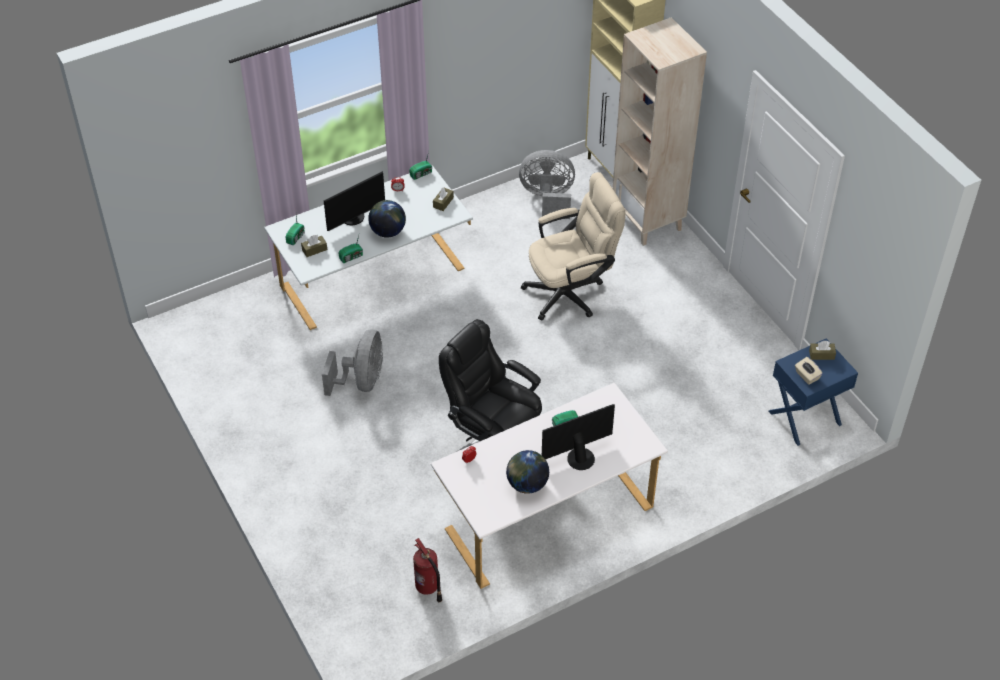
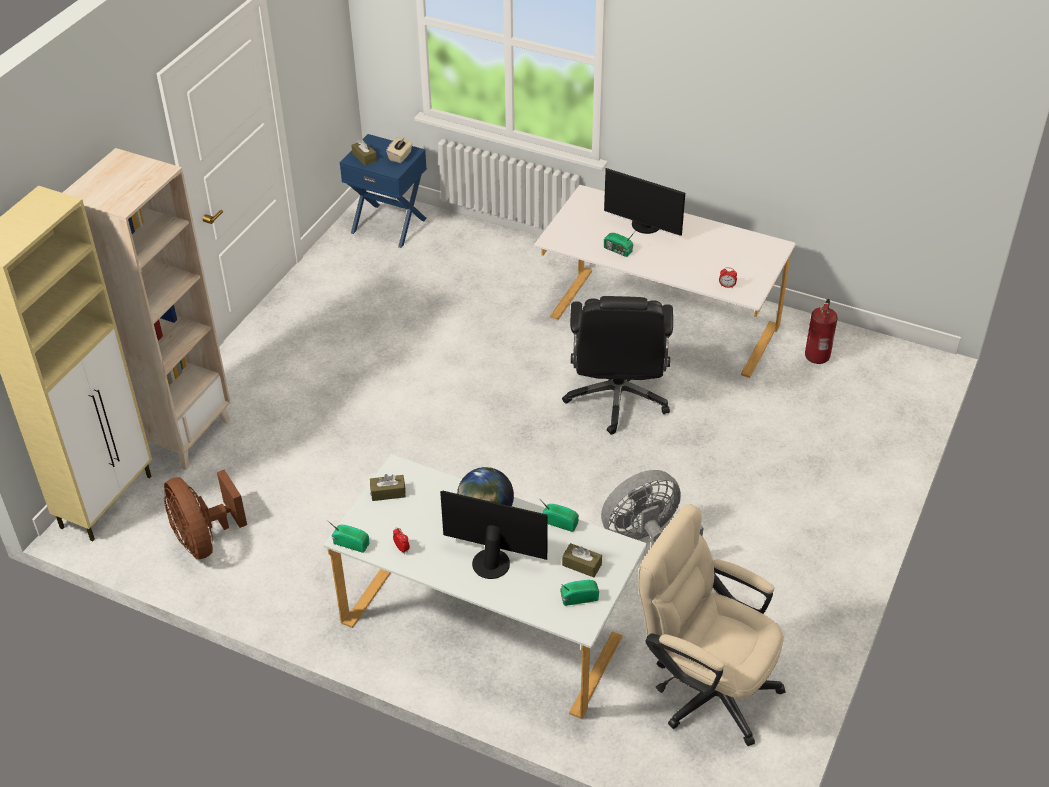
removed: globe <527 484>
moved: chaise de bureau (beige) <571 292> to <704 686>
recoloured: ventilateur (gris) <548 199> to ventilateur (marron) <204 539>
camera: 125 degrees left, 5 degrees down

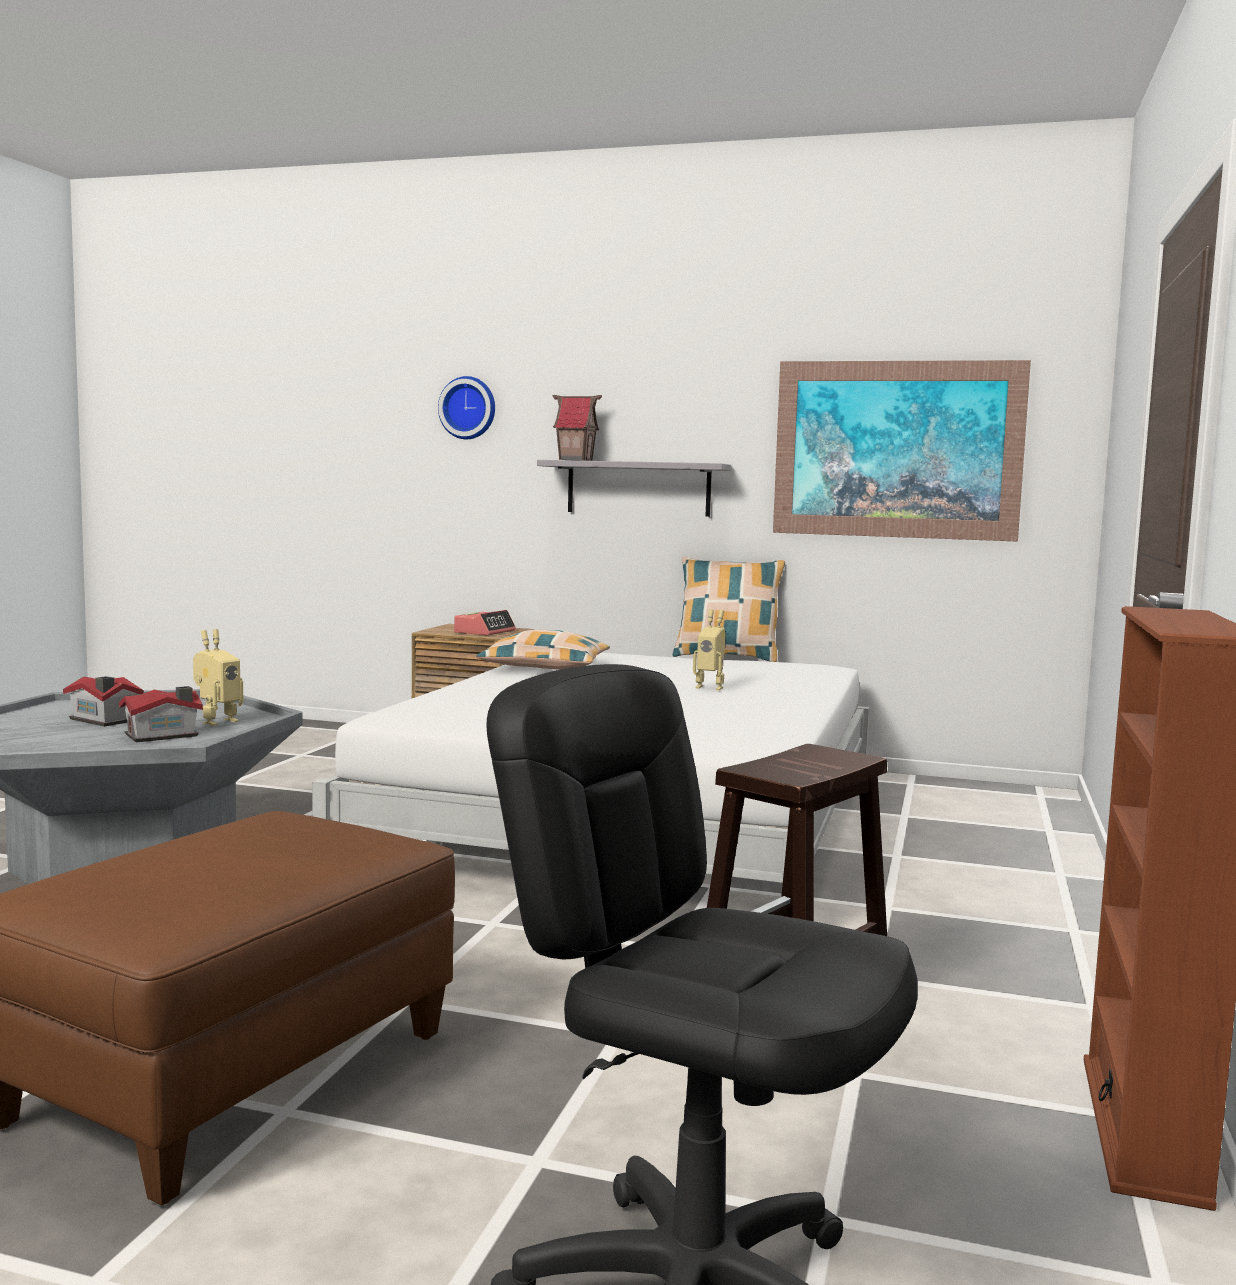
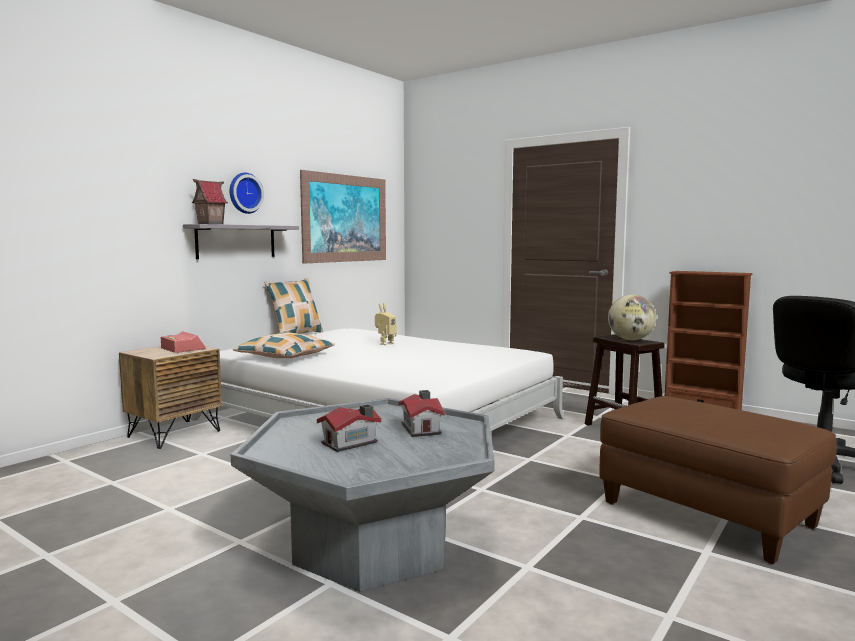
removed: robot jouet <217 721>
added: globe <630 340>
moved: horloge murale <468 408> to <244 193>
camera: 70 degrees left, 0 degrees up

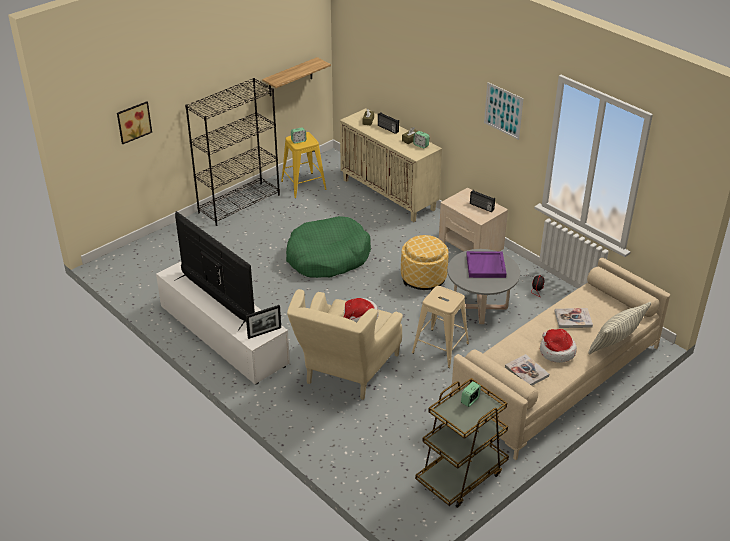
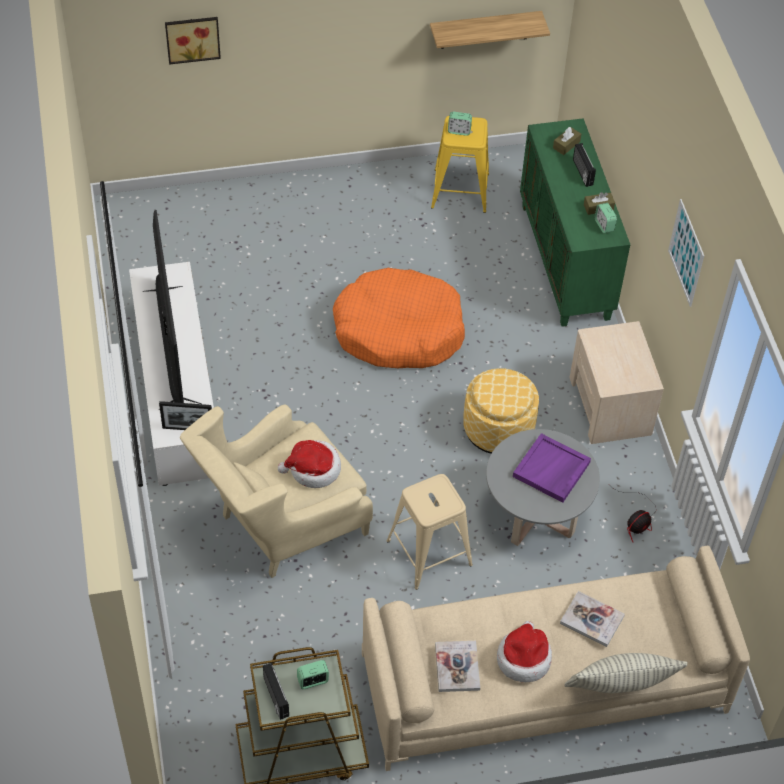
removed: bibliothèque (noir) <239 203>
moved: radio <481 207> to <275 697>
recoloured: meuble de rangement (beige) <389 195> to meuble de rangement (vert) <566 262>; panier pour chien (vert) <327 257> to panier pour chien (orange) <398 330>
camera: 30 degrees right, 15 degrees up

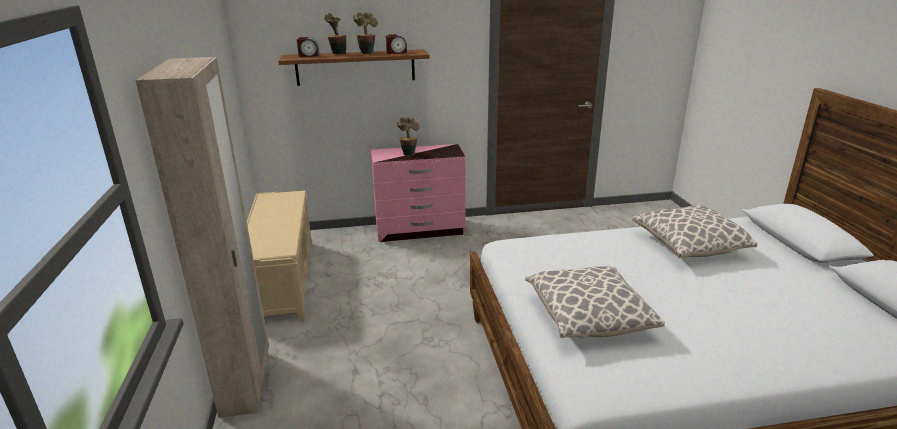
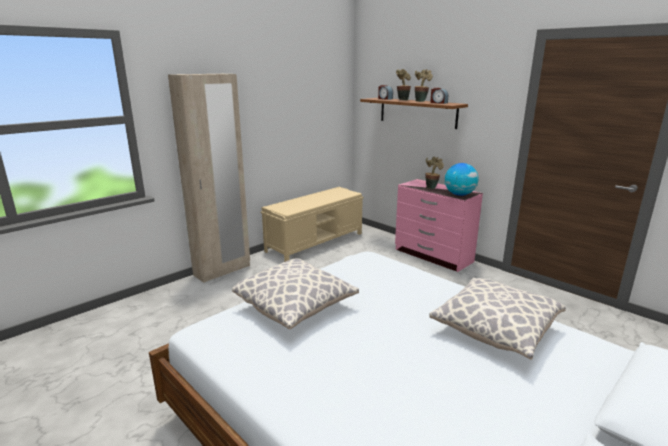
added: globe <459 195>
camera: 55 degrees right, 5 degrees down

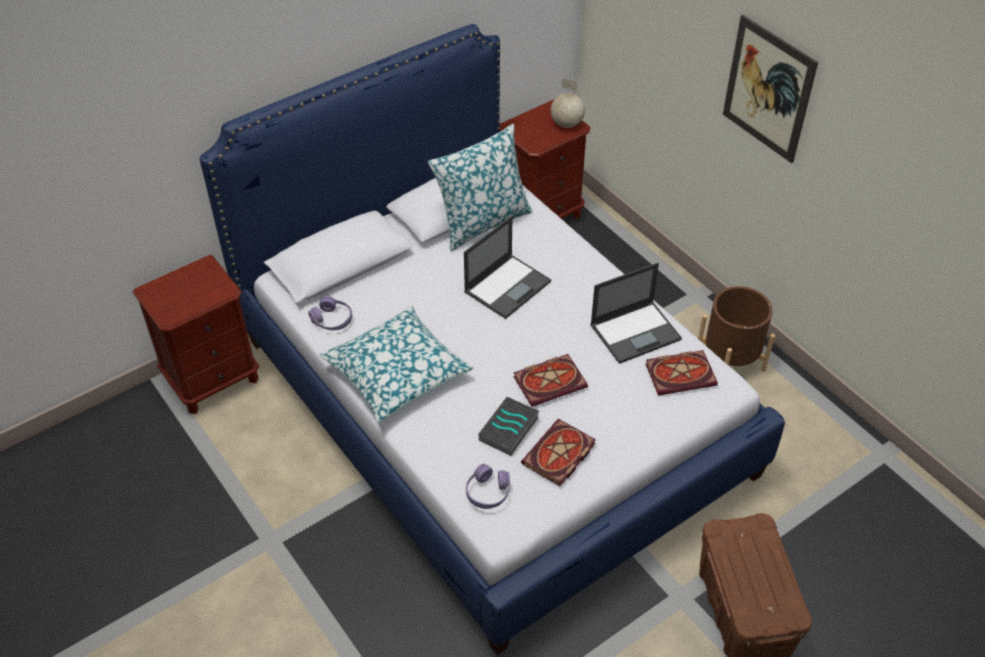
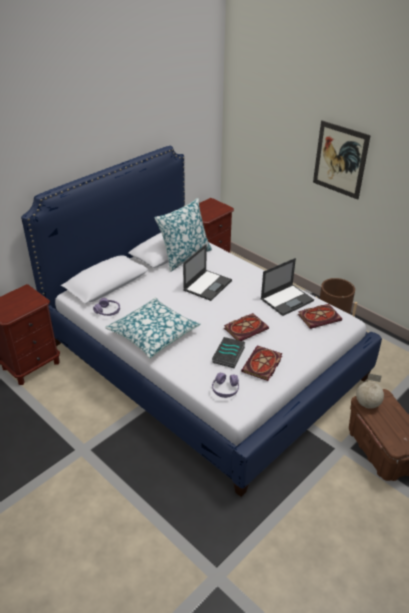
moved: globe <567 124> to <367 404>
camera: 10 degrees left, 10 degrees down

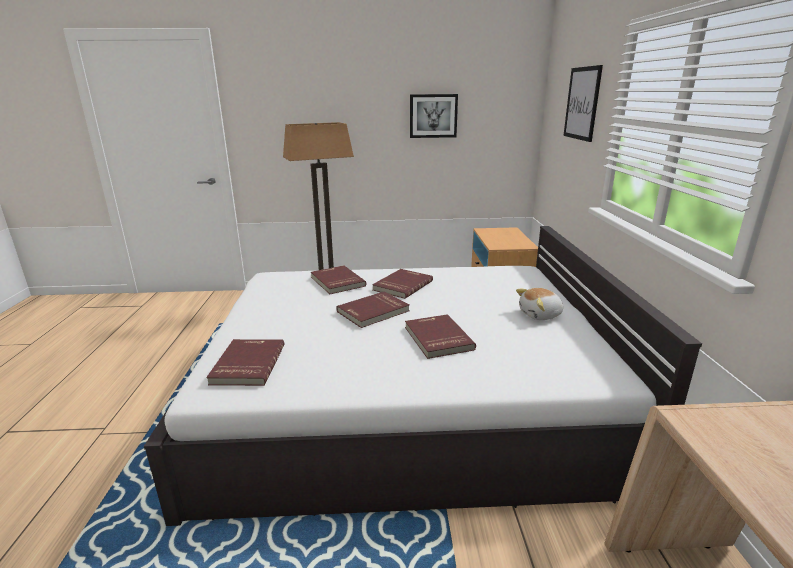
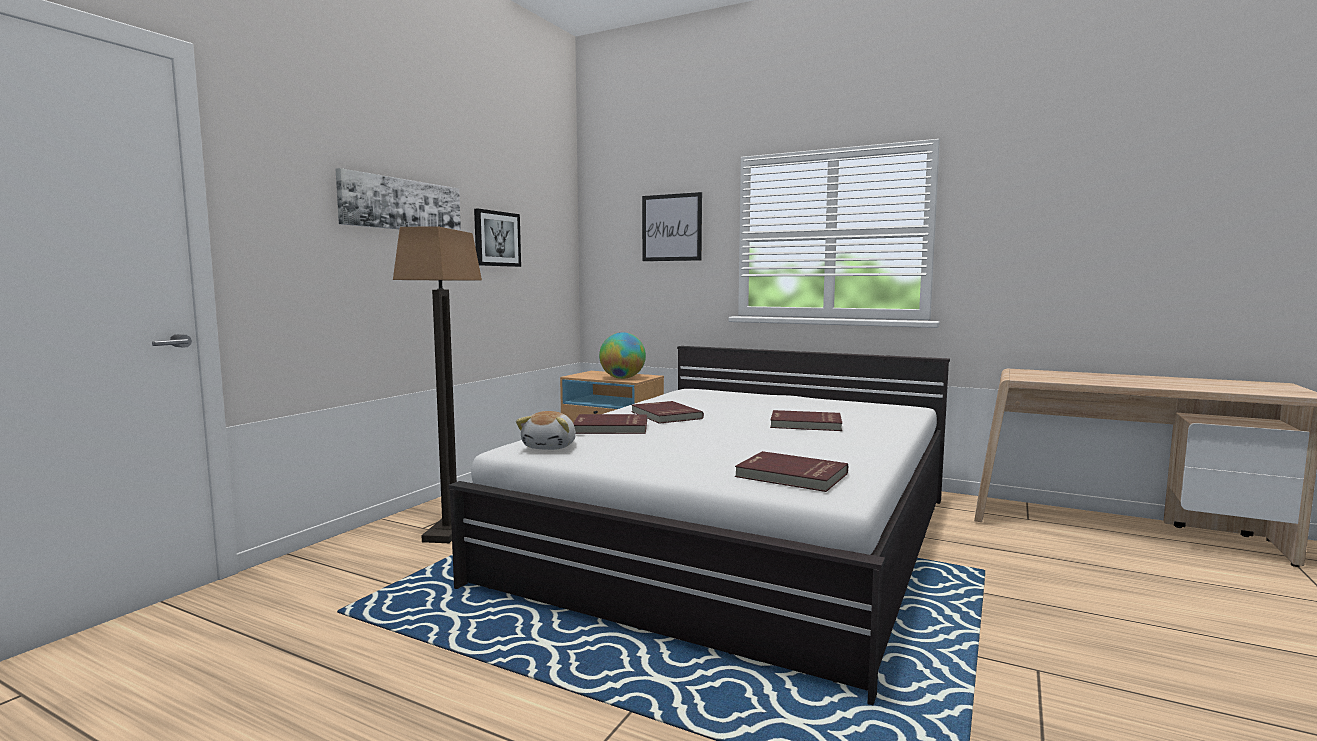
removed: livre (rouge) <374 312>
added: tableau <401 204>; globe <622 378>
moved: peluche <540 315> to <551 447>
camera: 60 degrees left, 15 degrees down

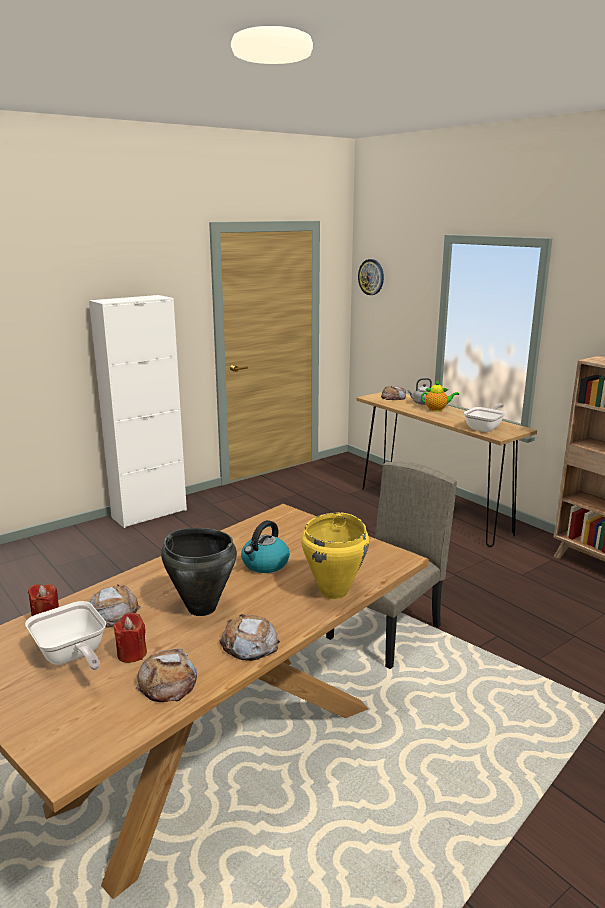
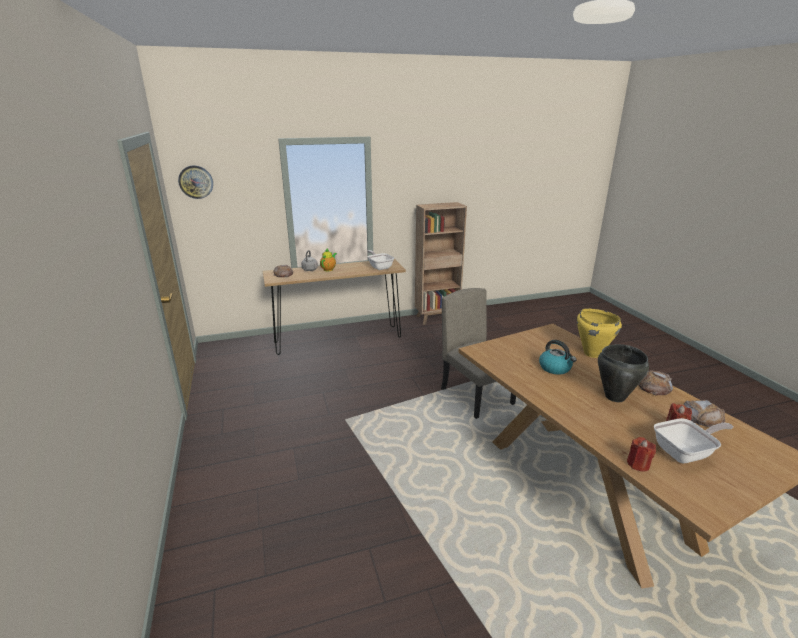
removed: meuble de rangement (blanc) <149 513>; pain <113 612>
camera: 70 degrees left, 5 degrees up

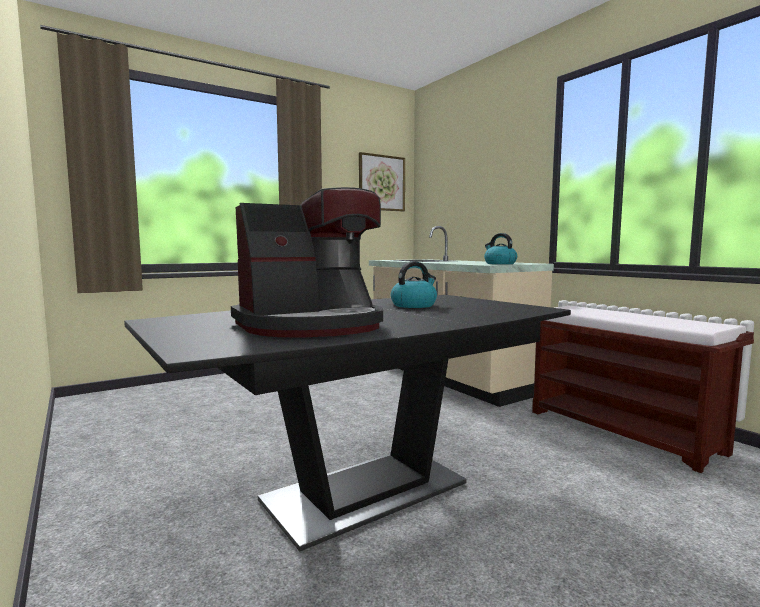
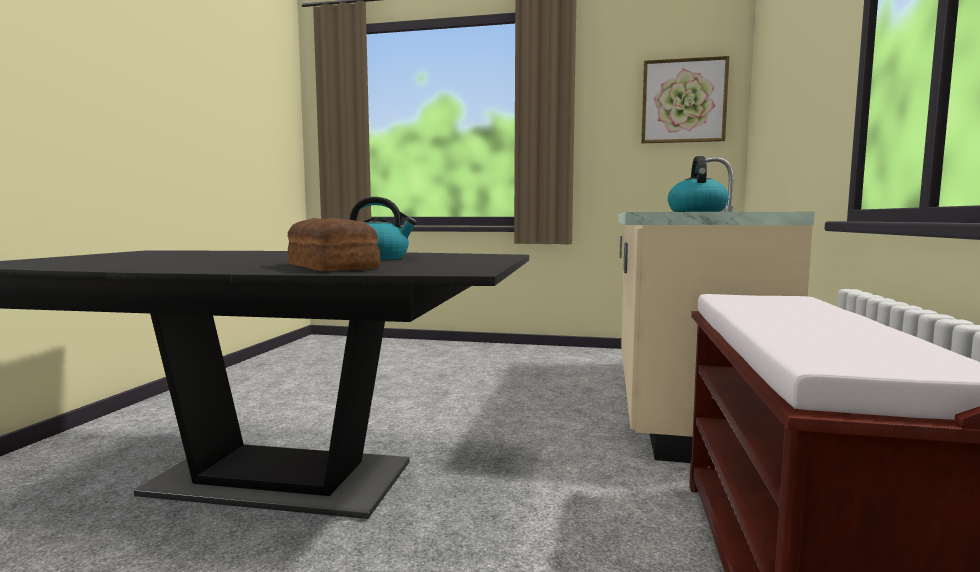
removed: machine à café <311 325>
added: pain <330 267>
camera: 45 degrees right, 0 degrees up

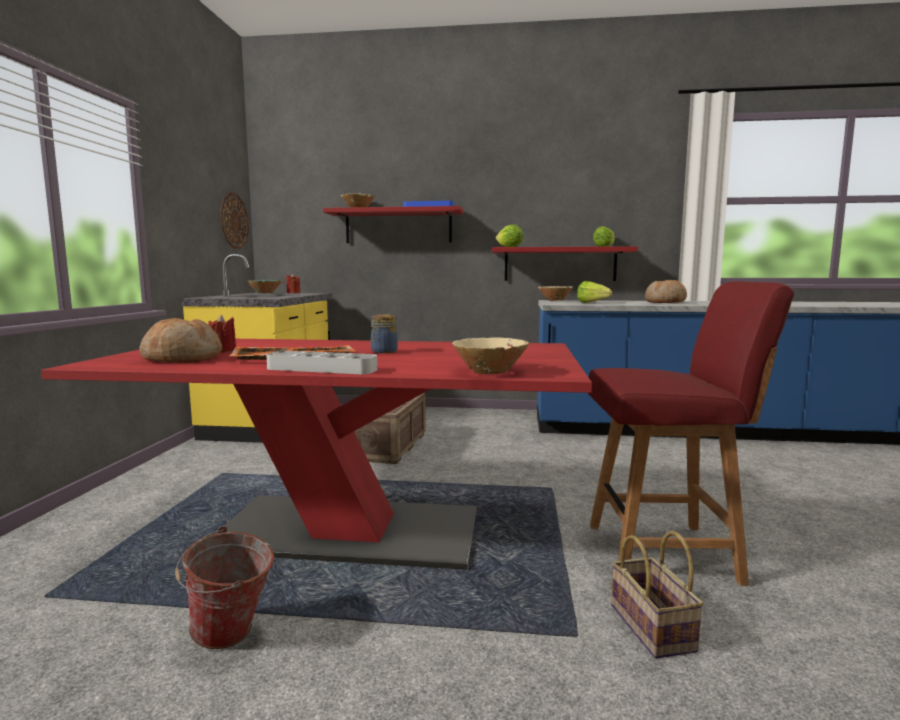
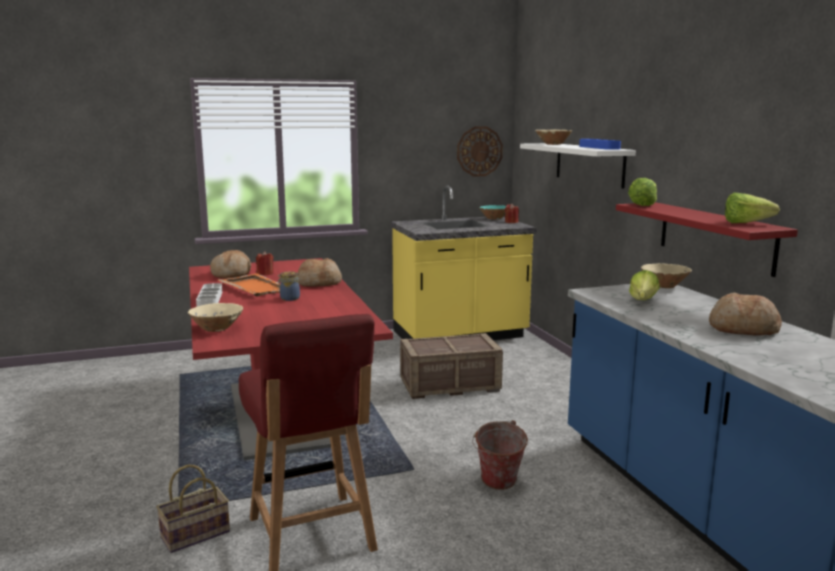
added: pain <319 283>
moved: seau <230 638> to <498 485>
recoloured: étagère (rouge) <398 227> to étagère (blanc) <589 164>
camera: 65 degrees right, 5 degrees up

